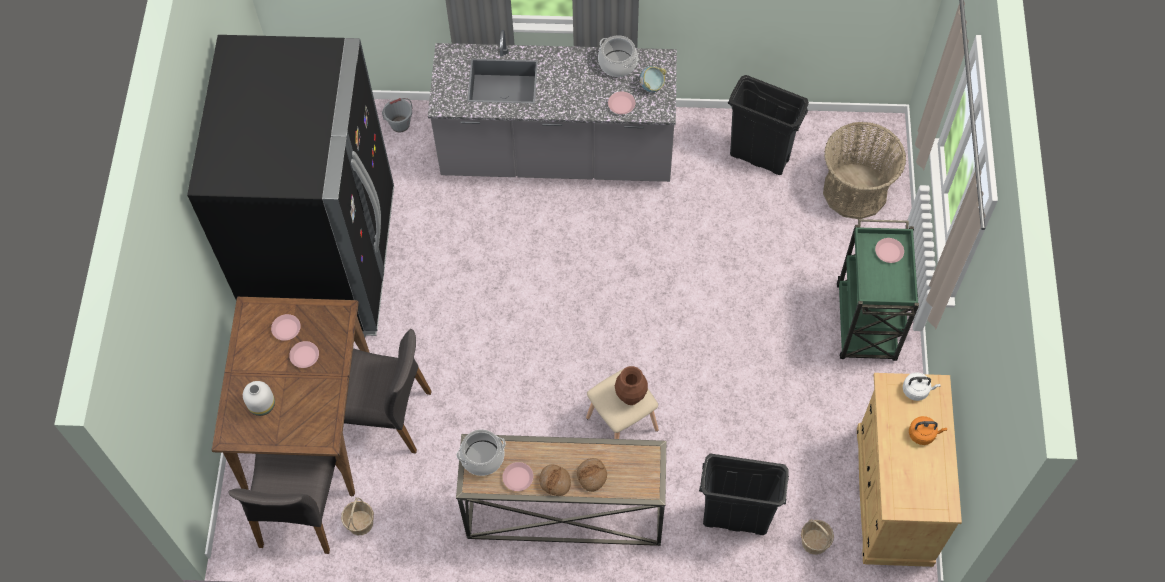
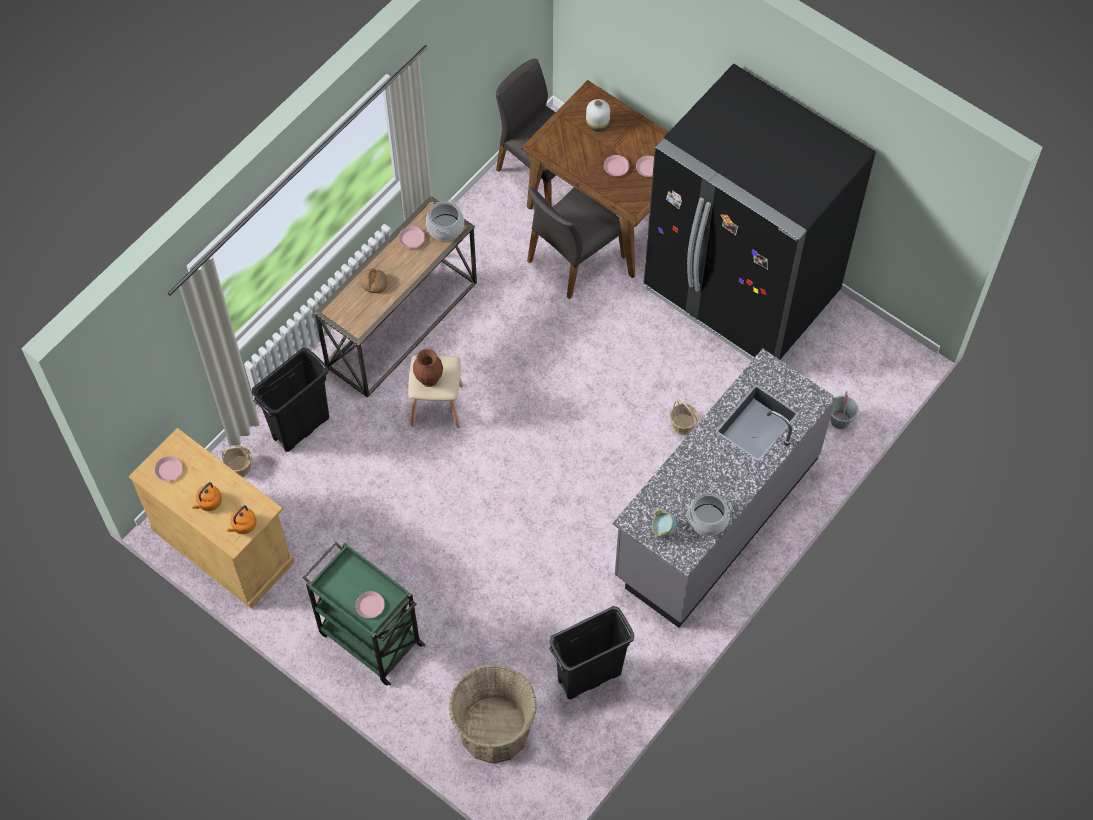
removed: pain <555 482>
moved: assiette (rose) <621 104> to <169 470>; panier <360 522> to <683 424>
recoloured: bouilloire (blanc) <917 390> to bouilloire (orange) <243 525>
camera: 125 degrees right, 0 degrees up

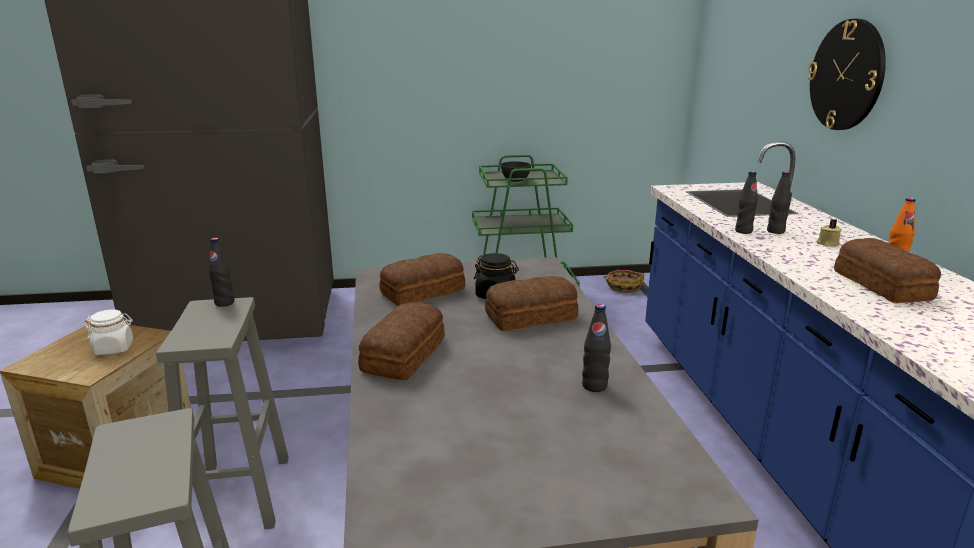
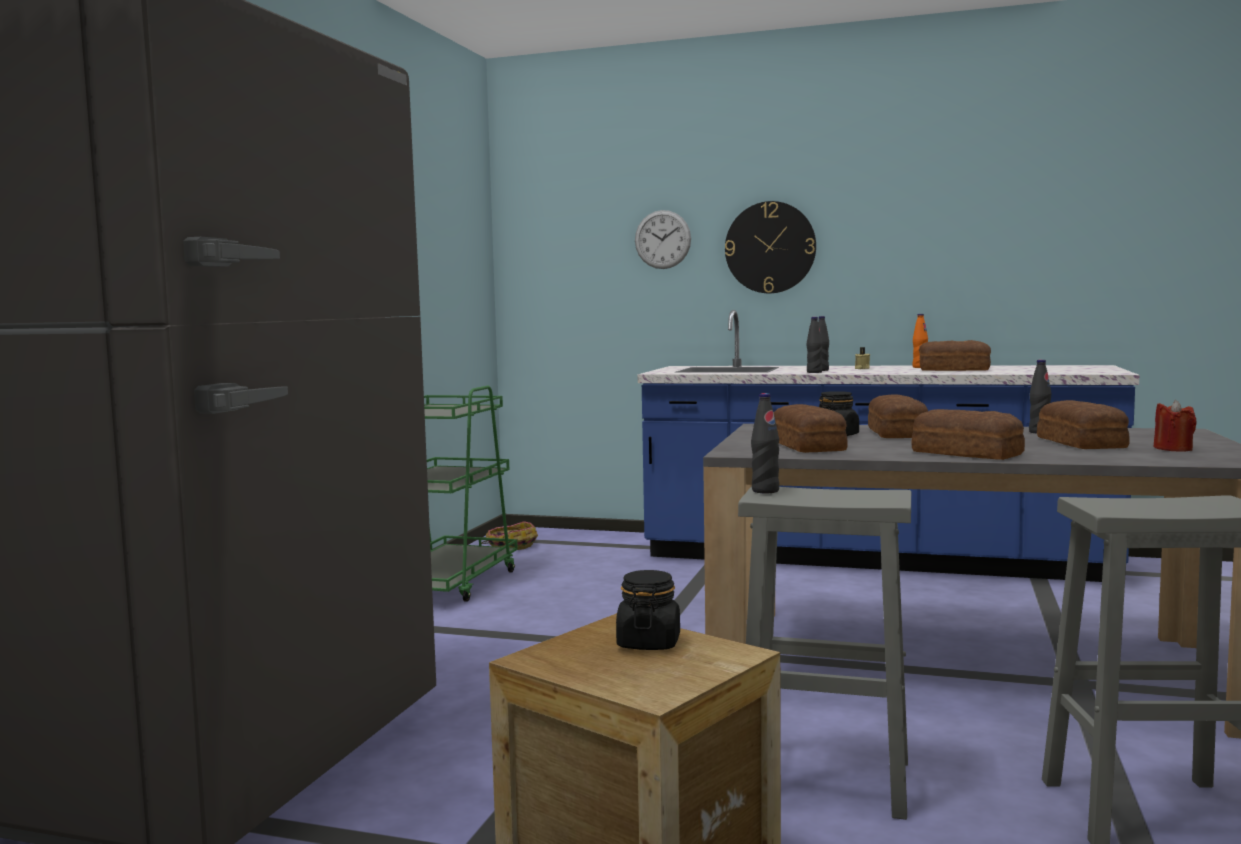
removed: bol (gris) <515 180>
added: horloge murale <662 239>; pain <1081 442>; bougie (rouge) <1173 449>
recoloured: bocal (blanc) <114 348> to bocal (noir) <648 643>
camera: 65 degrees left, 15 degrees down

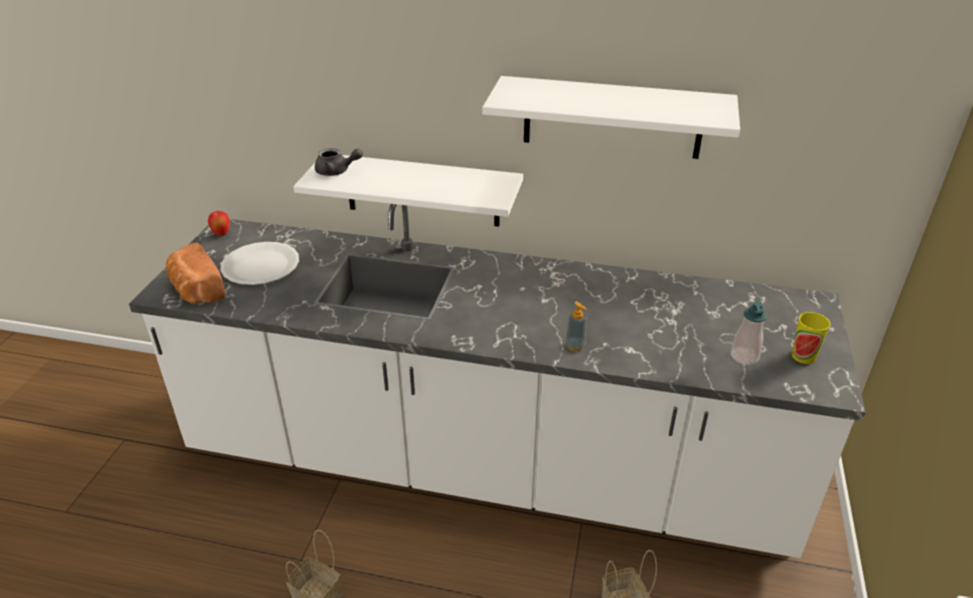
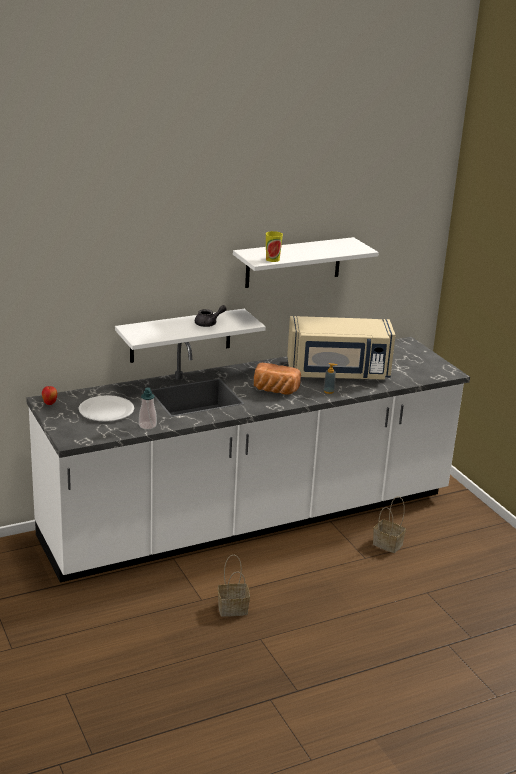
added: micro-ondes (beige) <338 373>
moved: théière (gris) <337 171> to <209 323>; pain <196 290> to <274 391>; distributeur de savon <744 356> to <147 425>; tasse <803 356> to <272 259>
camera: 40 degrees left, 10 degrees down

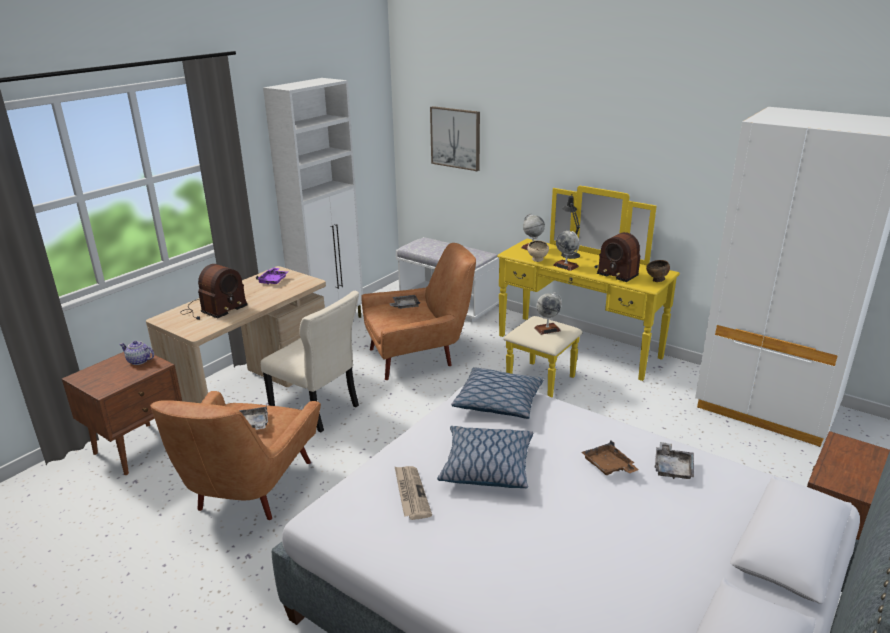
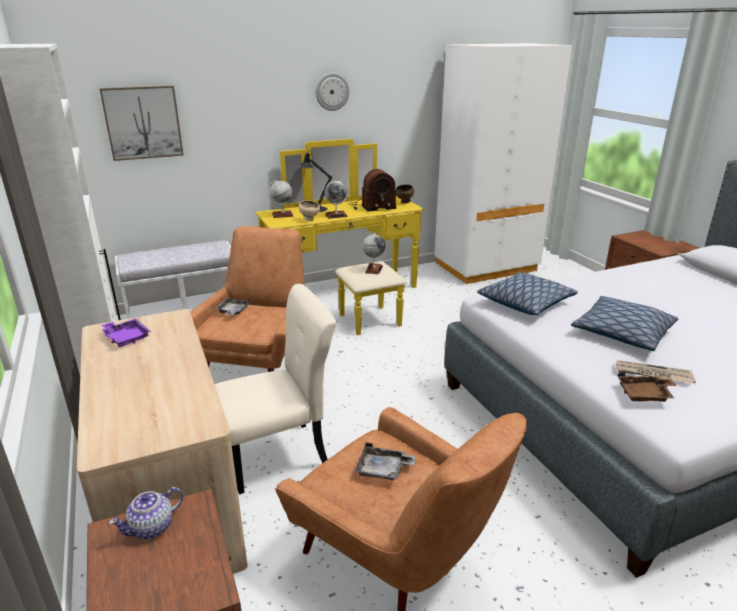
removed: radio <213 309>; plateau (gris) <672 468>
added: horloge murale <332 91>
moved: plateau (marron) <608 466> to <645 395>
camera: 60 degrees left, 0 degrees up

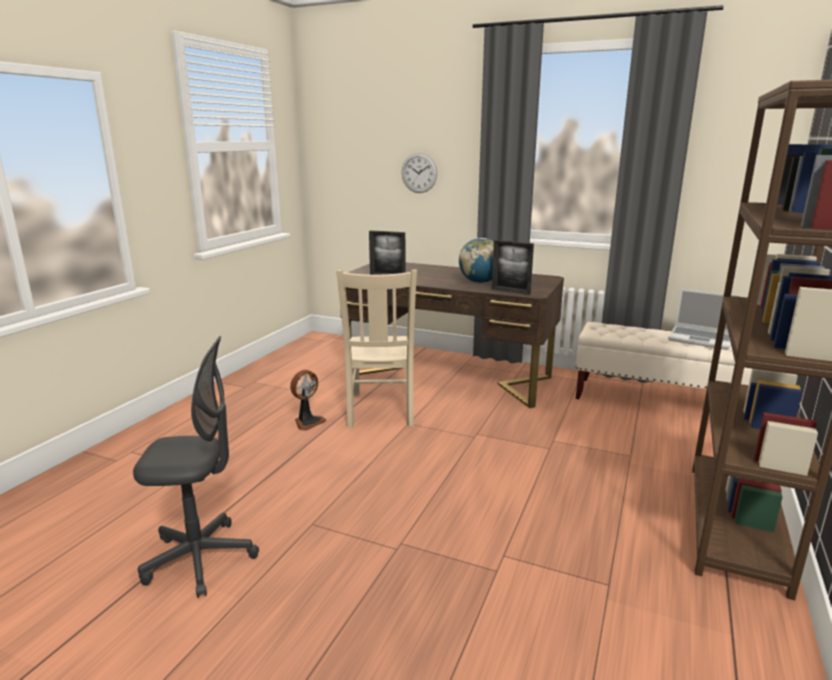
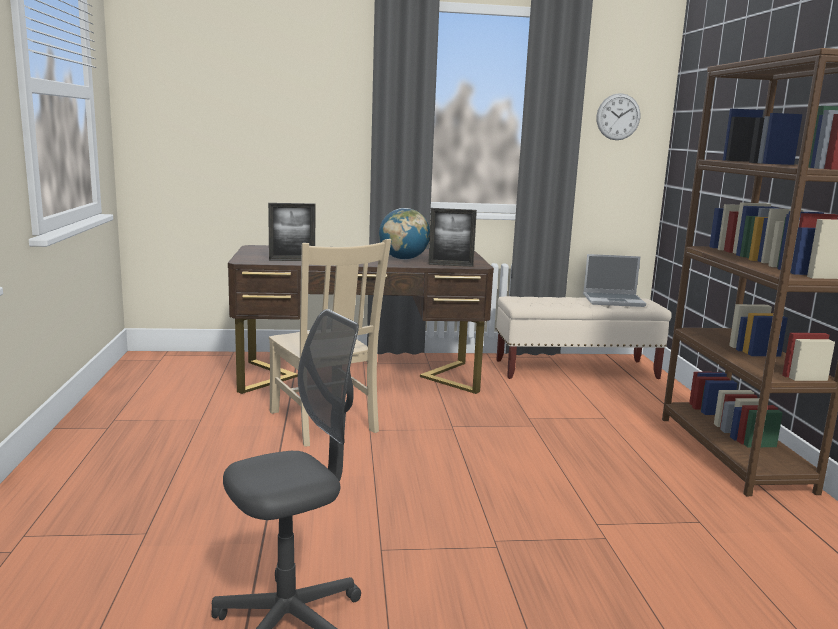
removed: ventilateur <308 422>
moved: horloge murale <419 173> to <618 117>
camera: 30 degrees left, 5 degrees down

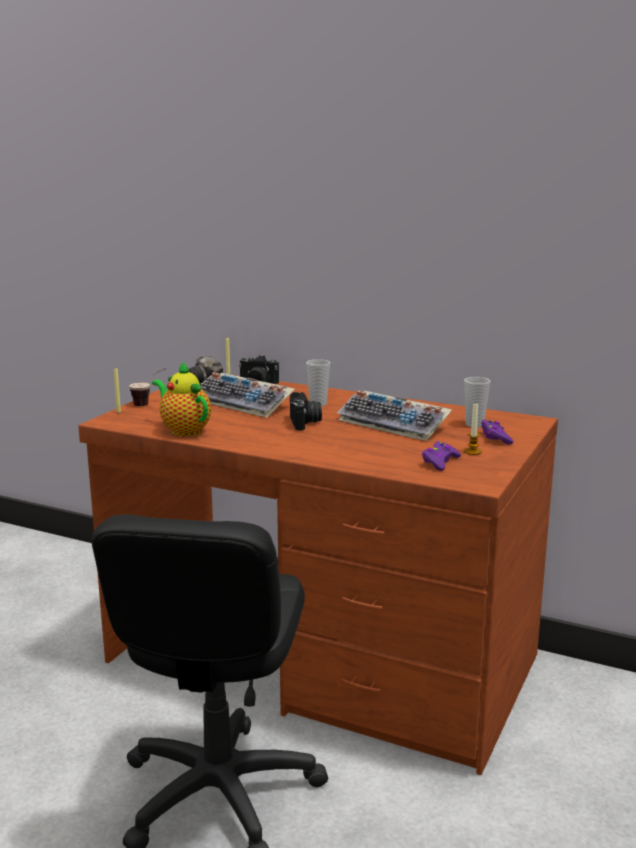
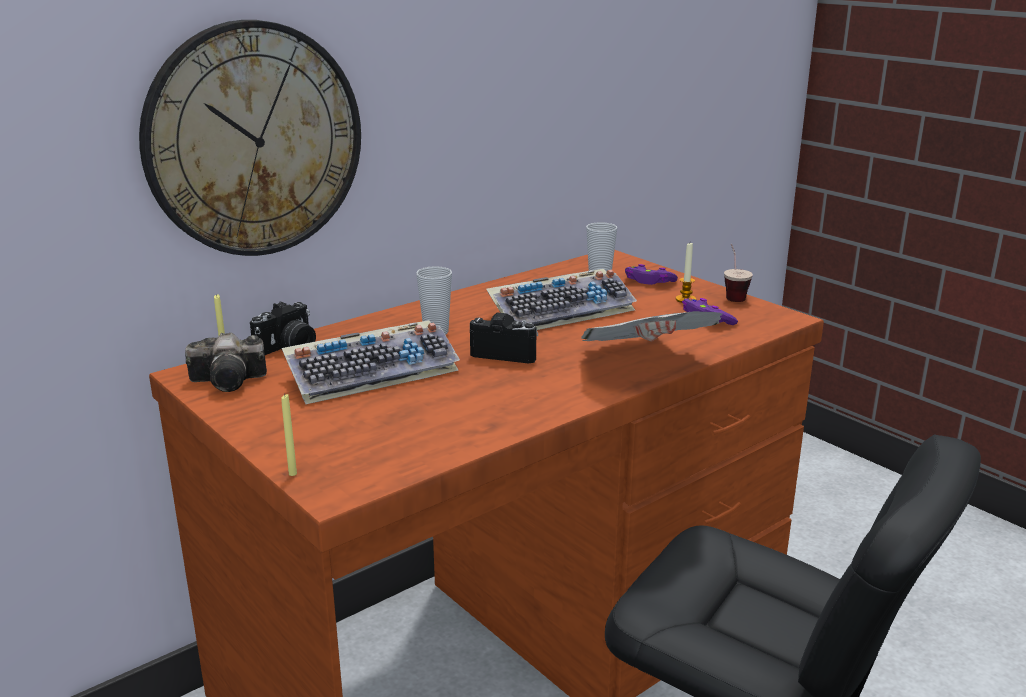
removed: théière <184 430>
added: horloge murale <254 140>; journal <647 364>
moved: tasse <149 403> to <733 295>
camera: 65 degrees left, 5 degrees up

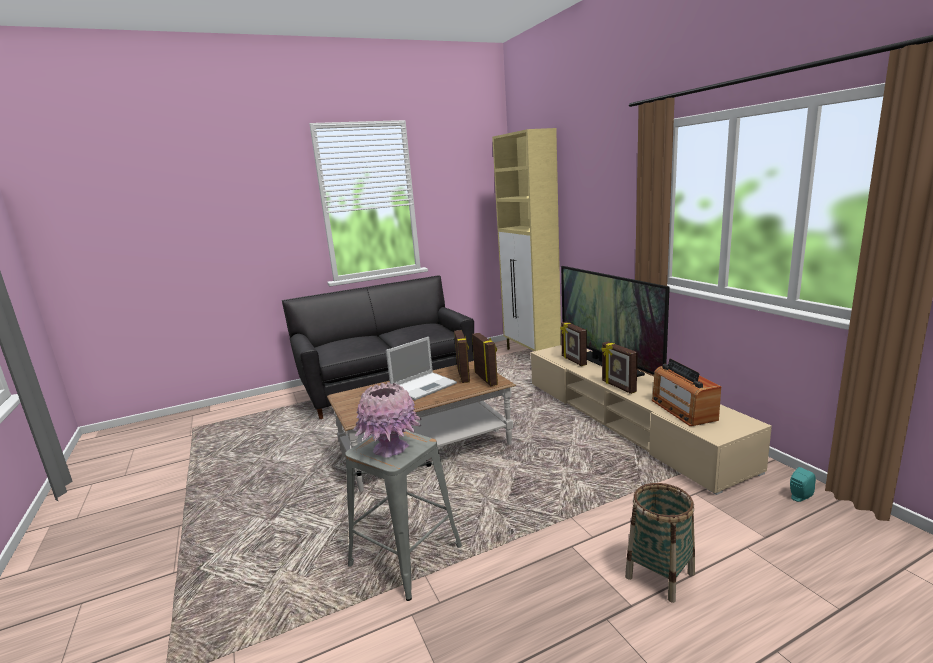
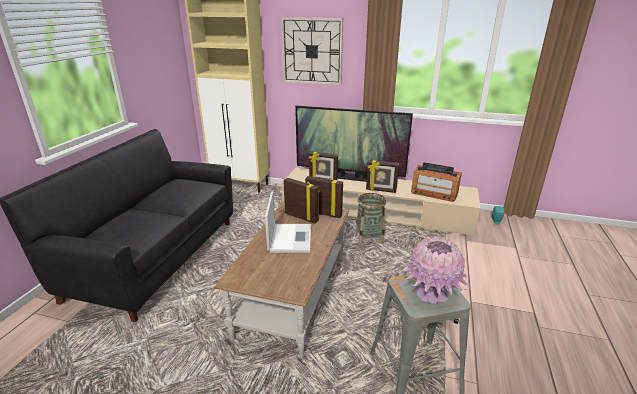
added: horloge murale <312 51>
moved: panier <660 575> to <369 238>
camera: 50 degrees left, 10 degrees up

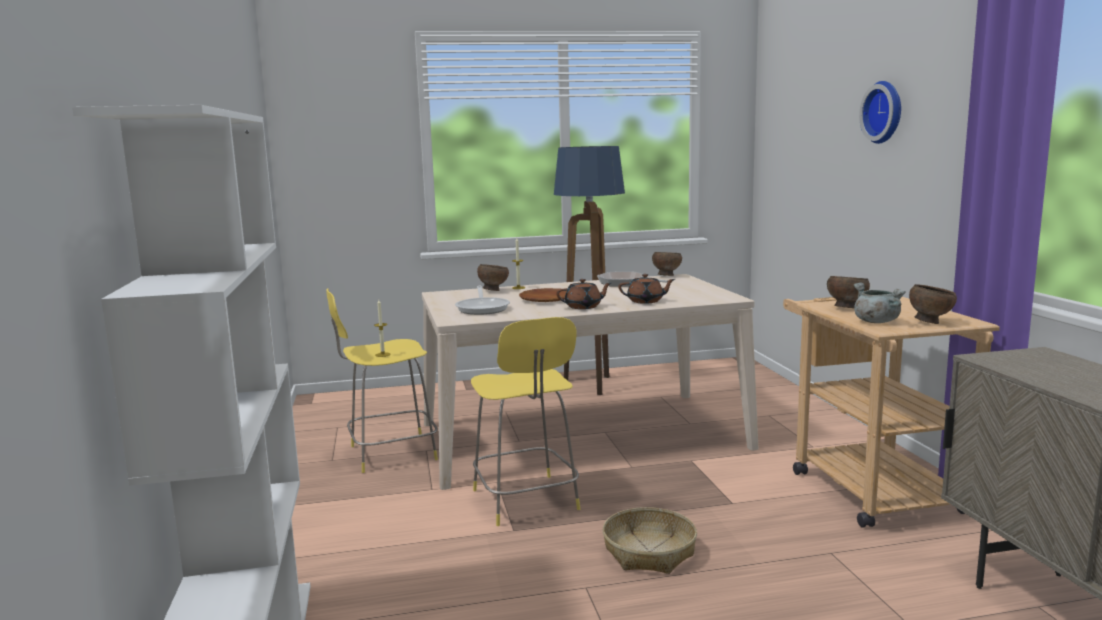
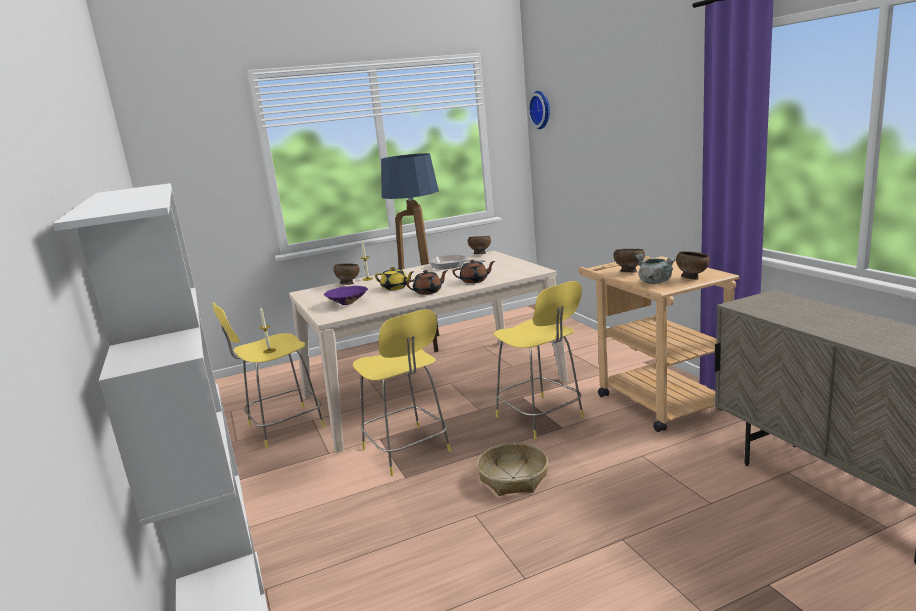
added: tabouret (jaune) <541 418>
moved: horloge murale <885 112> to <541 109>
replaced: poêle <483 308> to bol (violet) <348 303>; assiette (marron) <546 299> to théière (jaune) <395 288>
camera: 10 degrees left, 5 degrees up

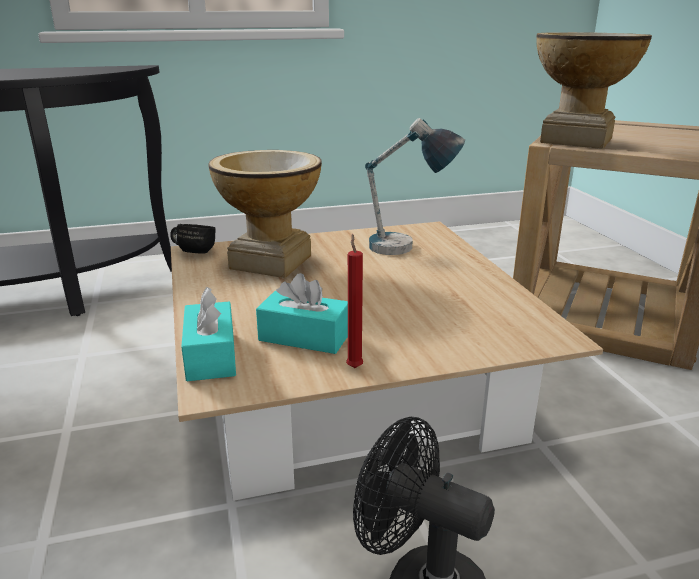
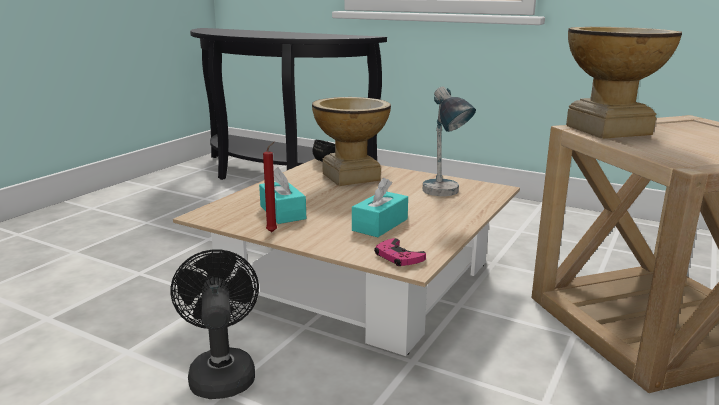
added: manette (rose) <398 257>
moved: boîte à mouchoirs (turquoise) <211 355> to <380 225>
camera: 45 degrees right, 5 degrees down

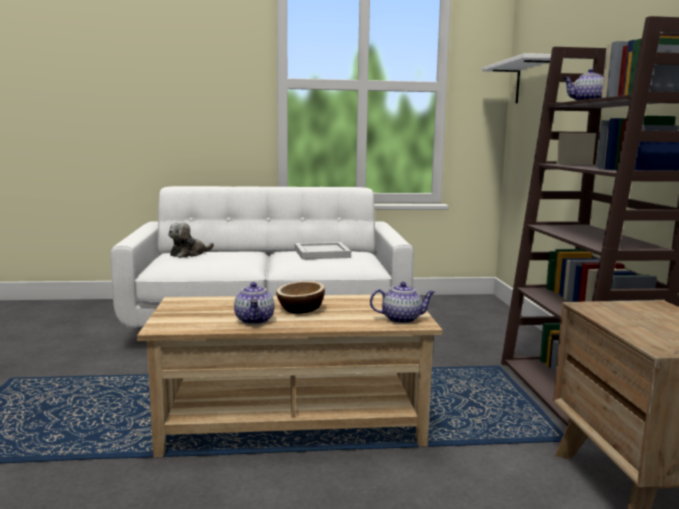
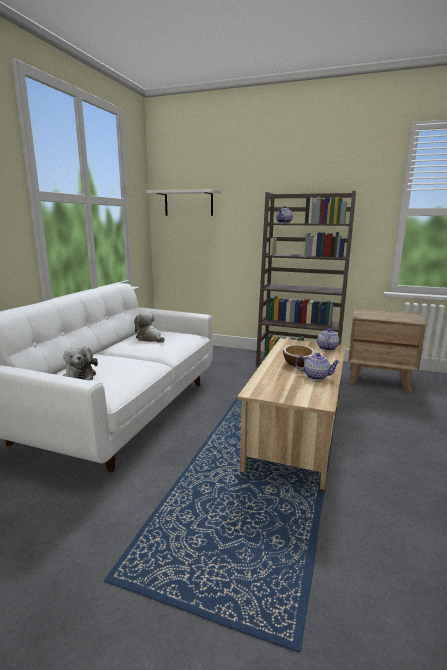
replaced: plateau (blanc) <321 253> to peluche <150 339>
camera: 65 degrees left, 5 degrees up

